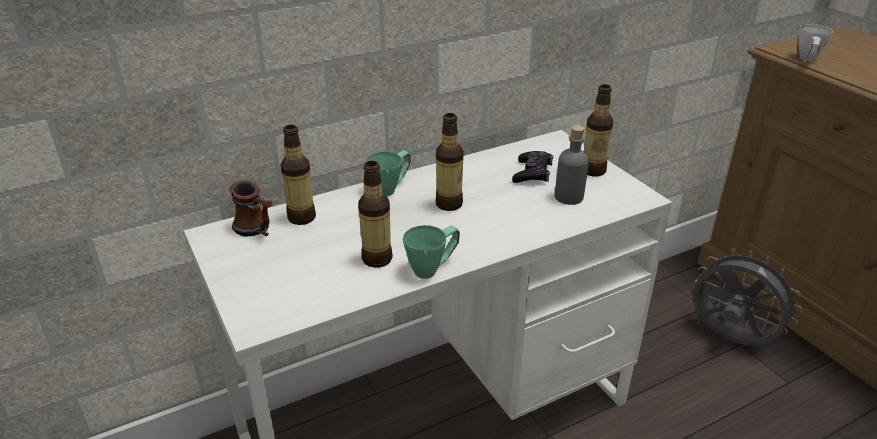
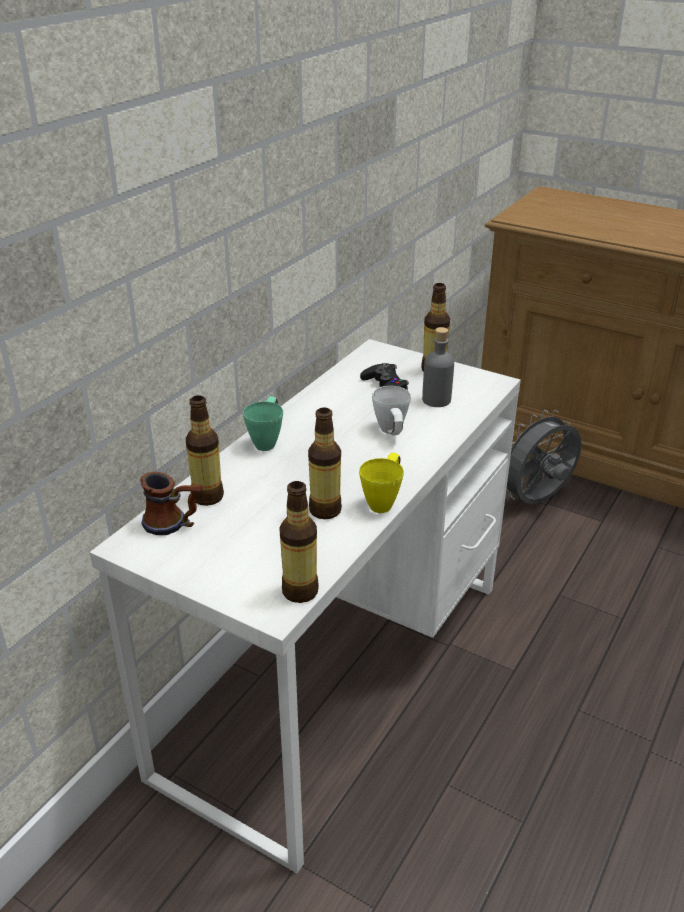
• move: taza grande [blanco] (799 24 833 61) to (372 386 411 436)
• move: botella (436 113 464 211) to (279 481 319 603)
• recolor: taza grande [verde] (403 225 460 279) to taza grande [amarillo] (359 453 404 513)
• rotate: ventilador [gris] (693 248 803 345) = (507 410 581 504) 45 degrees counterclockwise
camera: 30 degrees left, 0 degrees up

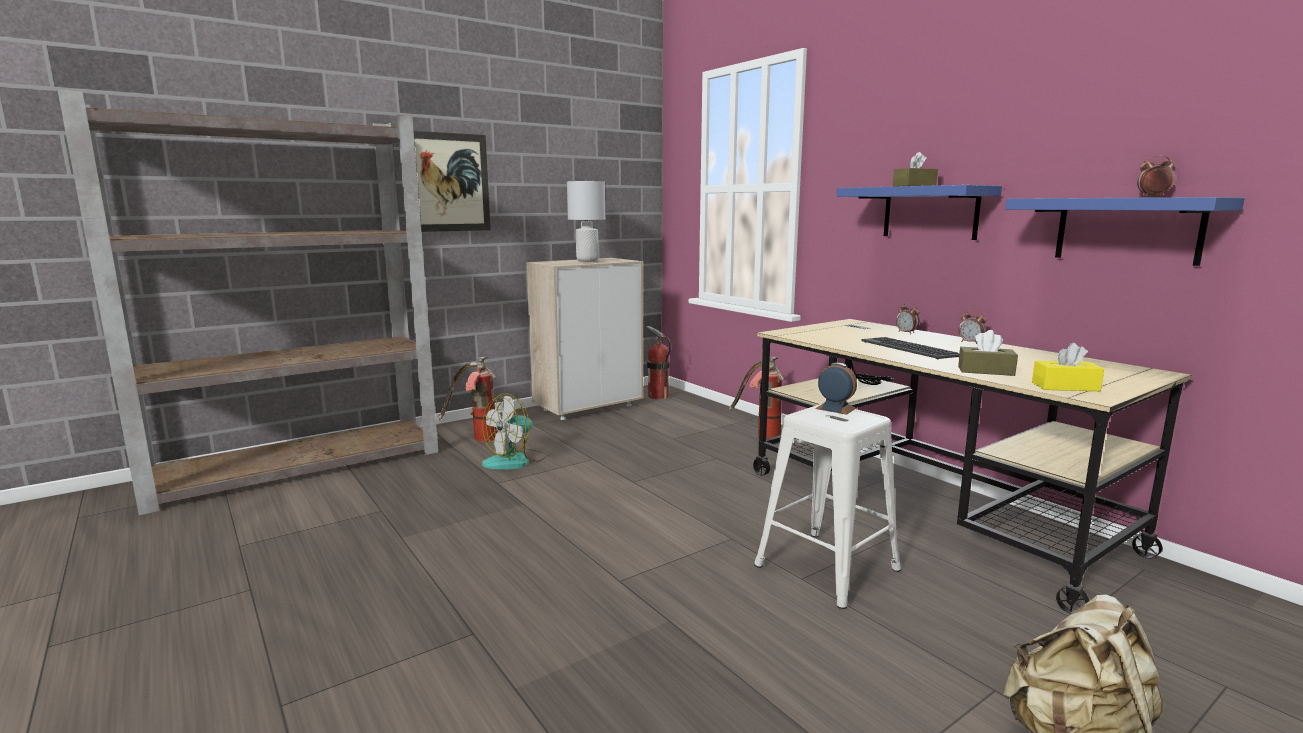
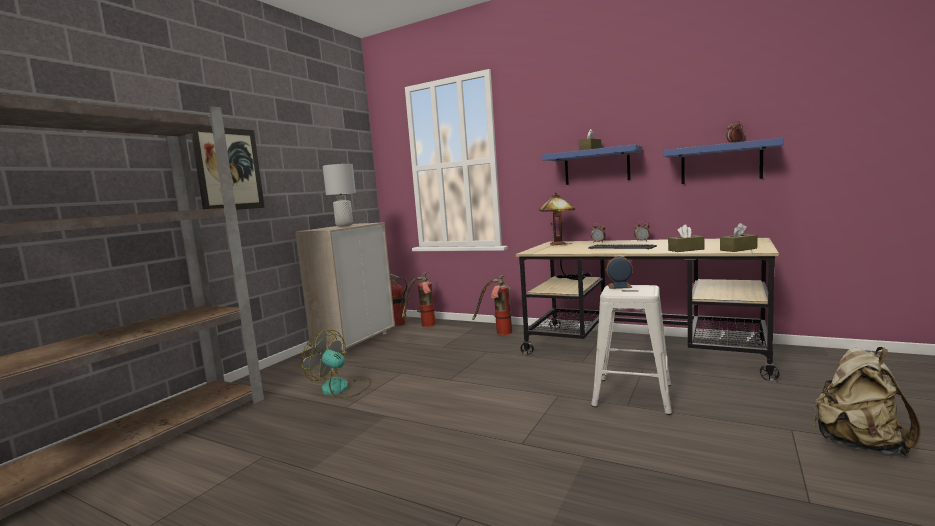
• recolor: caja de pañuelos [amarillo] (1032 343 1104 391) to caja de pañuelos [marrón] (720 223 758 252)
• move: extintor (438 357 497 442) to (402 272 436 327)
• rotate: ventilador (482 393 547 469) = (301 330 371 398) 105 degrees clockwise
• insert: lámpara de mesa (539 193 575 246)
camera: 25 degrees left, 5 degrees down

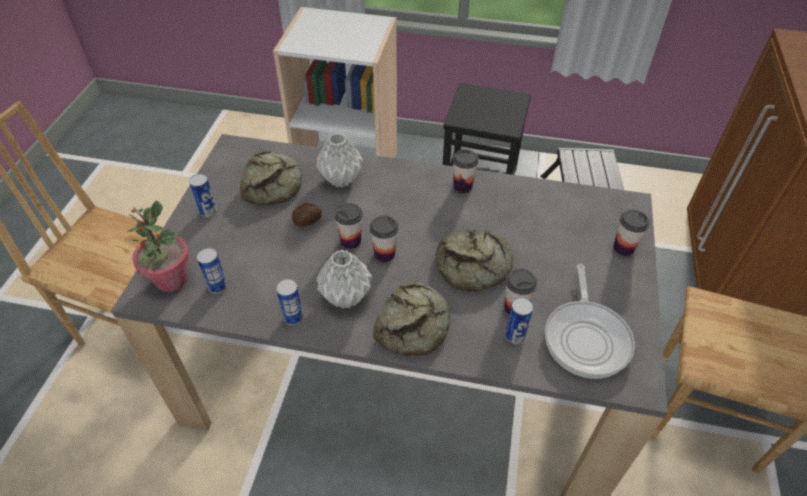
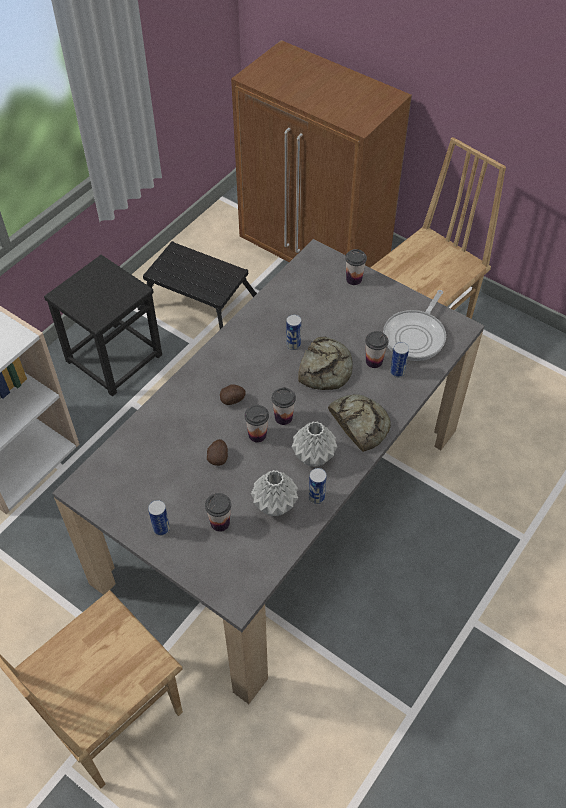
• move: florero [gris] (316 133 363 187) to (251 470 298 516)
• move: taza (453 149 479 193) to (205 493 231 532)
• delete: pan (240 151 302 205)
• delete: planta en maceta (124 201 189 292)
• move: lata (197 248 227 294) to (286 315 301 350)
• rotate: sartén (545 264 635 379) = (383 290 446 361) 90 degrees clockwise
• insert: patata (220 384 246 405)
camera: 65 degrees left, 5 degrees up

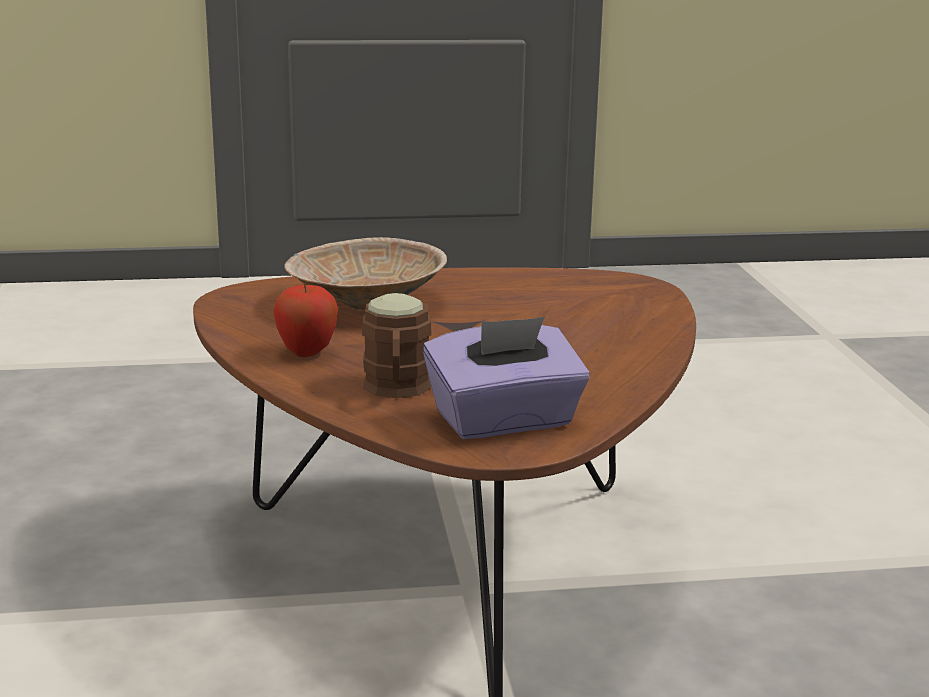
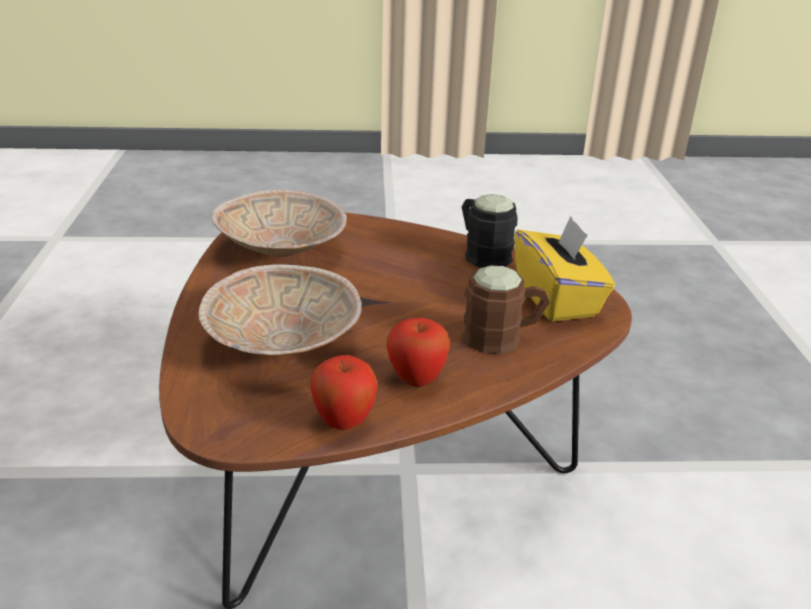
• recolor: caja de pañuelos [morado] (423 317 590 439) to caja de pañuelos [amarillo] (514 216 615 322)
• insert: cuenco [beis] (211 189 347 257)
• insert: taza grande [negro] (462 194 517 268)
• insert: manzana (310 355 377 430)
camera: 85 degrees left, 10 degrees up

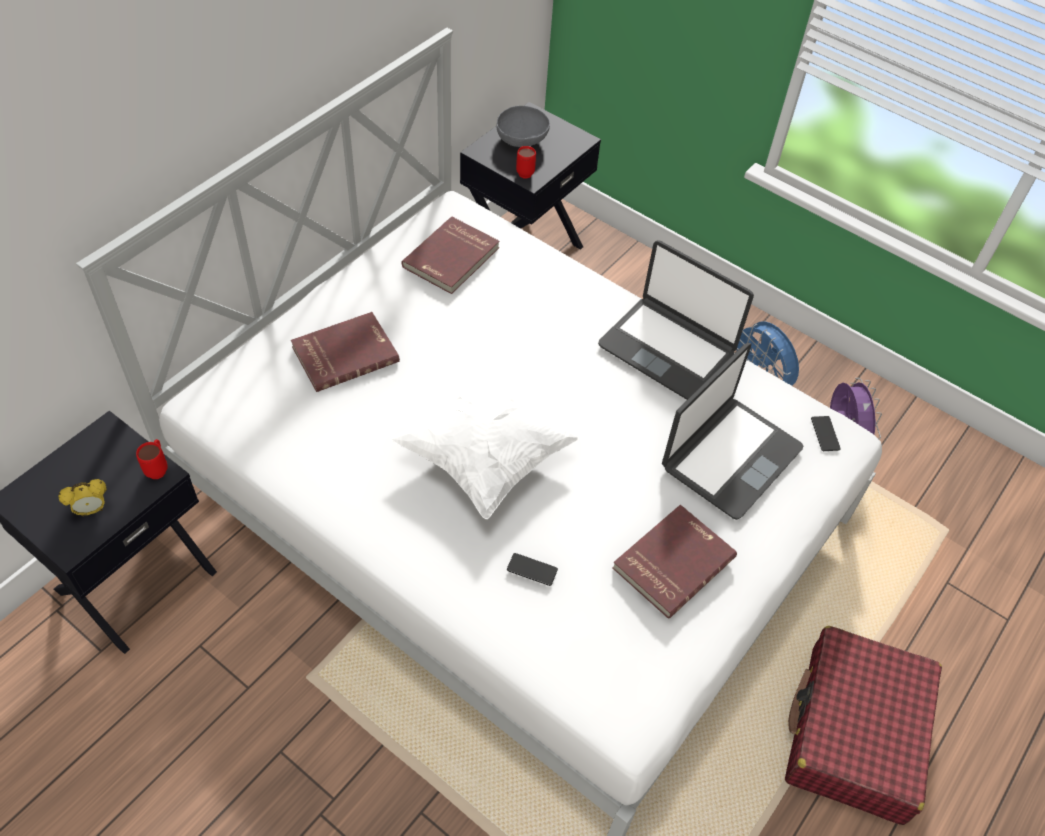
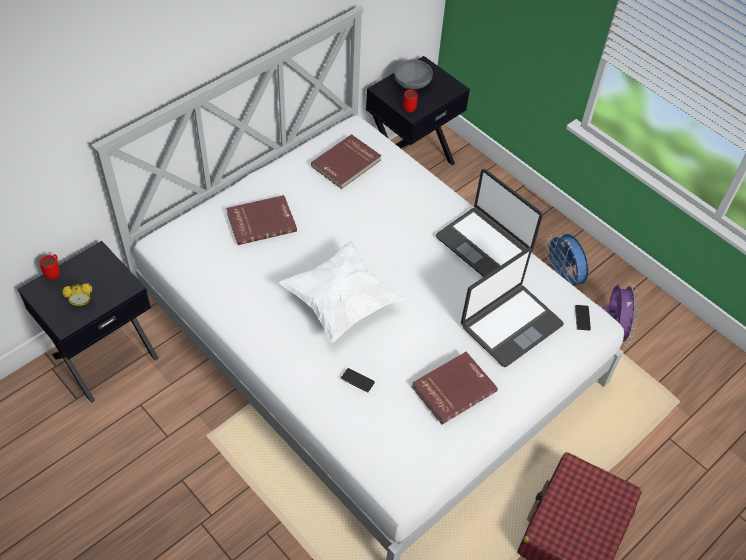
• move: taza grande [rojo] (136 439 168 479) to (40 254 60 280)
camera: 10 degrees right, 0 degrees up

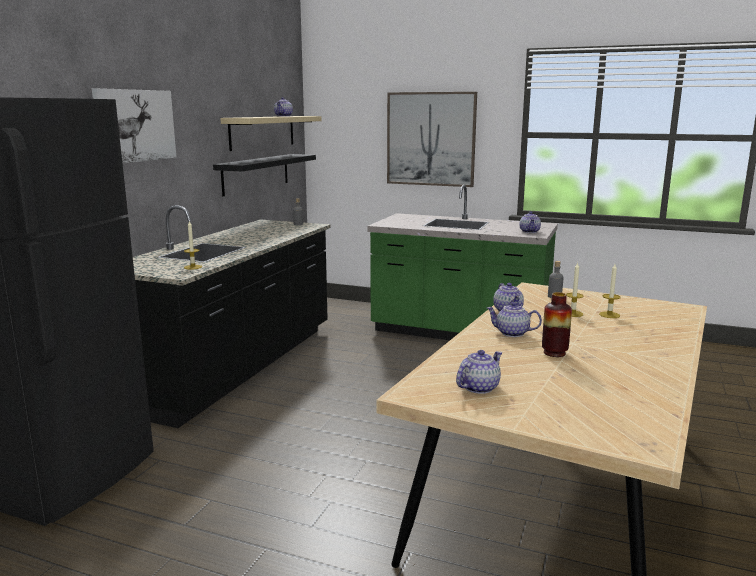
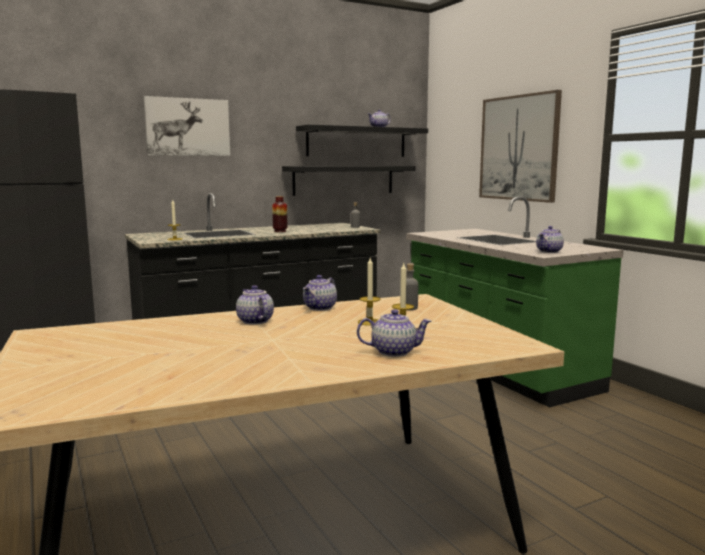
• recolor: estante [beis] (220 116 322 151) to estante [negro] (296 124 428 157)
• move: florero (542 292 572 357) to (272 196 288 232)
• move: tetera (456 350 502 394) to (357 309 432 357)
camera: 40 degrees right, 5 degrees down

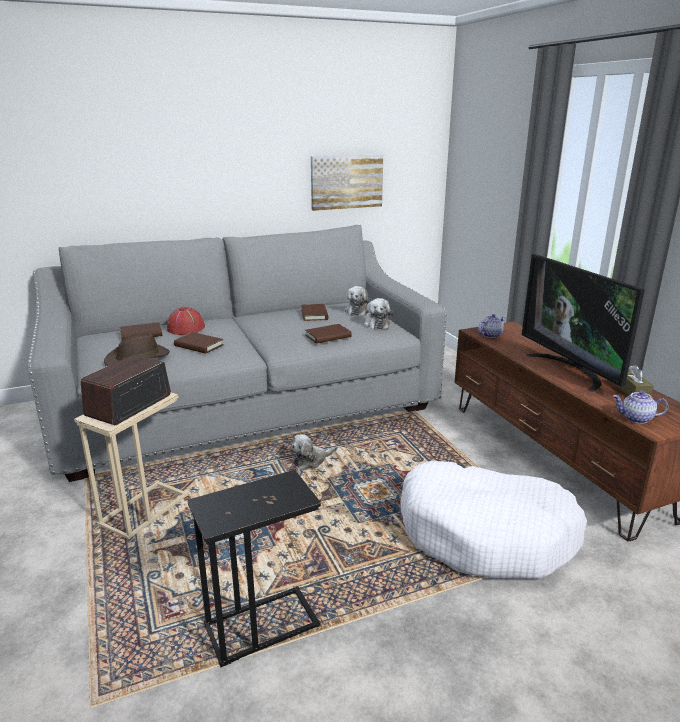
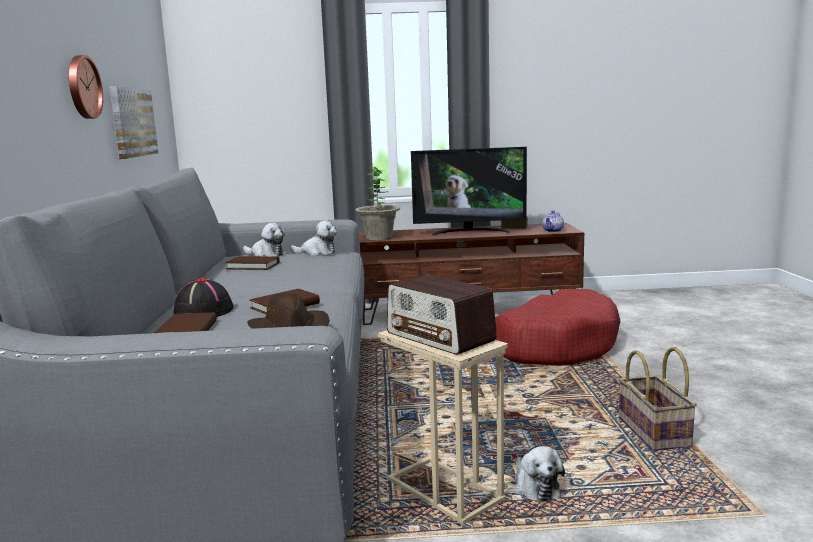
• recolor: sombrero [rojo] (167 307 205 335) to sombrero [negro] (174 278 234 317)
• replace: tetera (478 314 506 338) to planta en maceta (355 167 400 240)
• delete: libro [marrón] (305 324 352 344)
• move: peluche (291 434 335 470) to (515 446 565 502)
• recolor: cama para perro [blanco] (400 461 587 579) to cama para perro [rojo] (495 289 621 366)
• replace: mesa auxiliar [negro] (187 470 321 667) to cesta (619 347 697 451)
• insert: reloj de pared (69 55 103 119)
camera: 70 degrees left, 10 degrees down

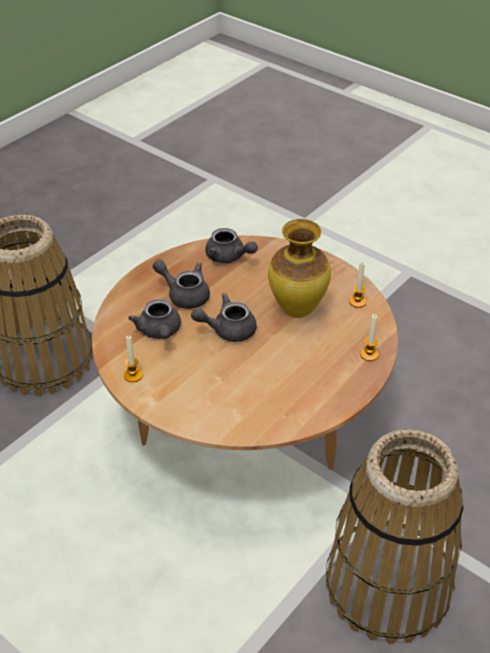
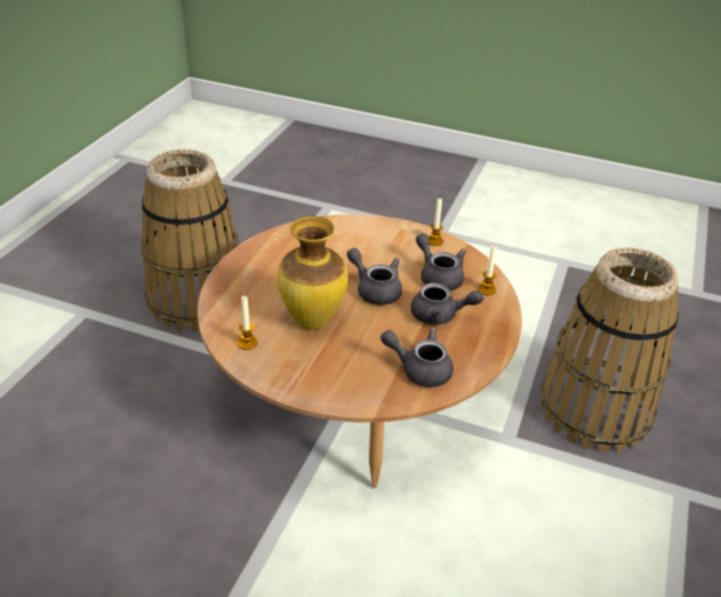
• rotate: tetera [gris] (191 293 257 342) = (347 248 402 305) 105 degrees counterclockwise
• move: vela (360 314 379 361) to (478 246 497 295)
camera: 160 degrees right, 5 degrees down

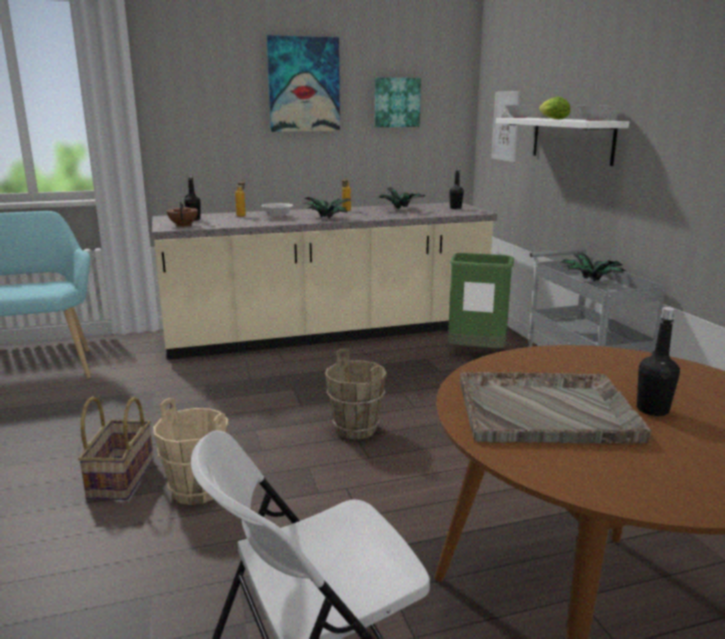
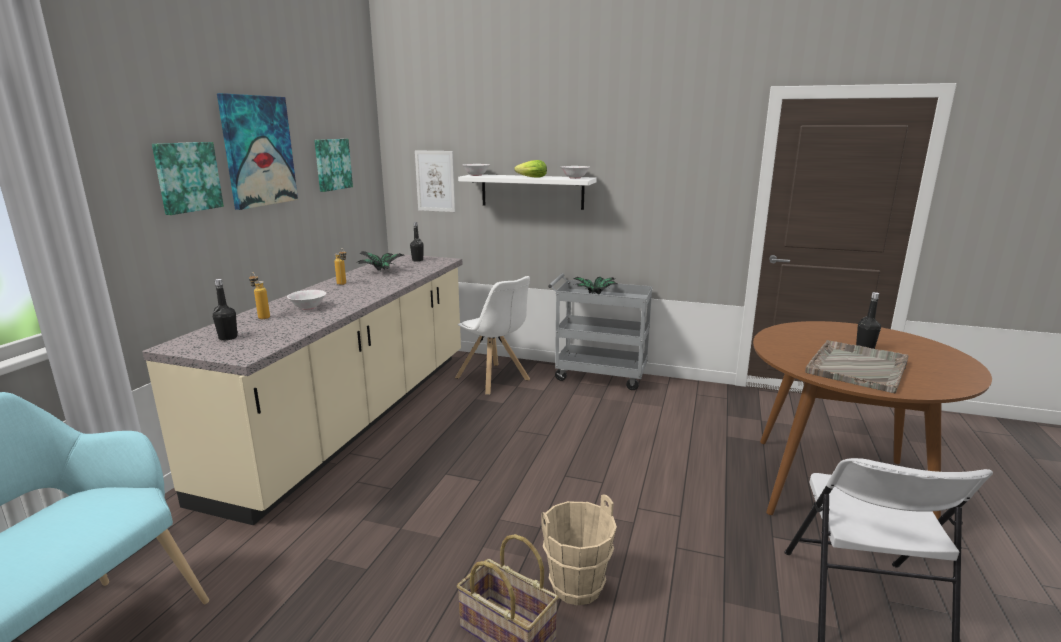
• delete: planta en maceta (303 197 352 219)
• delete: tetera [marrón] (167 202 198 227)
• replace: papelera [verde] (448 253 514 348) to silla [blanco] (455 276 530 395)
• delete: cubo [marrón] (325 348 387 440)
• insert: cuadro (152 142 224 215)
camera: 55 degrees left, 0 degrees up

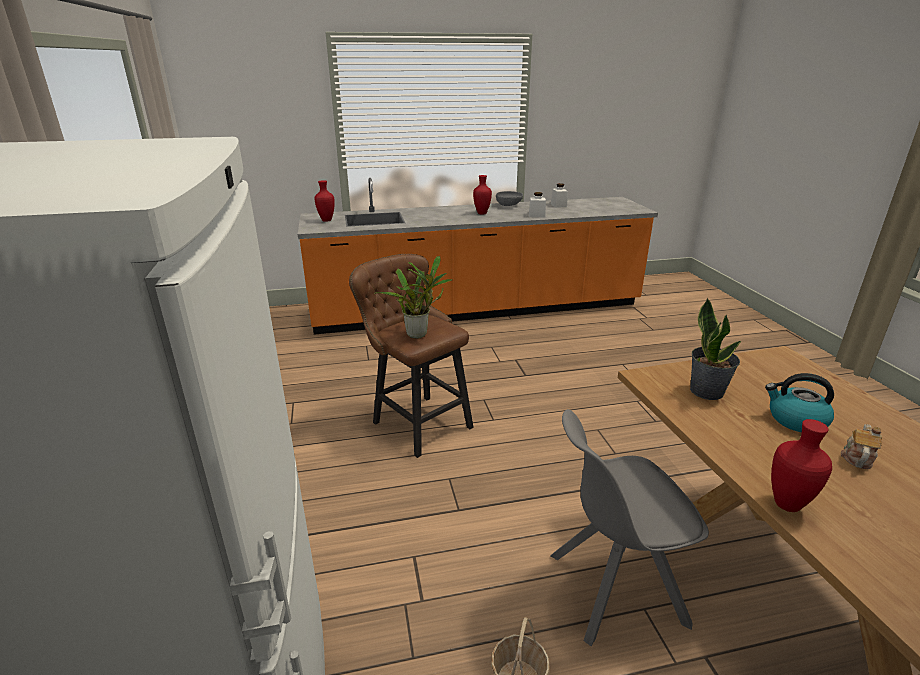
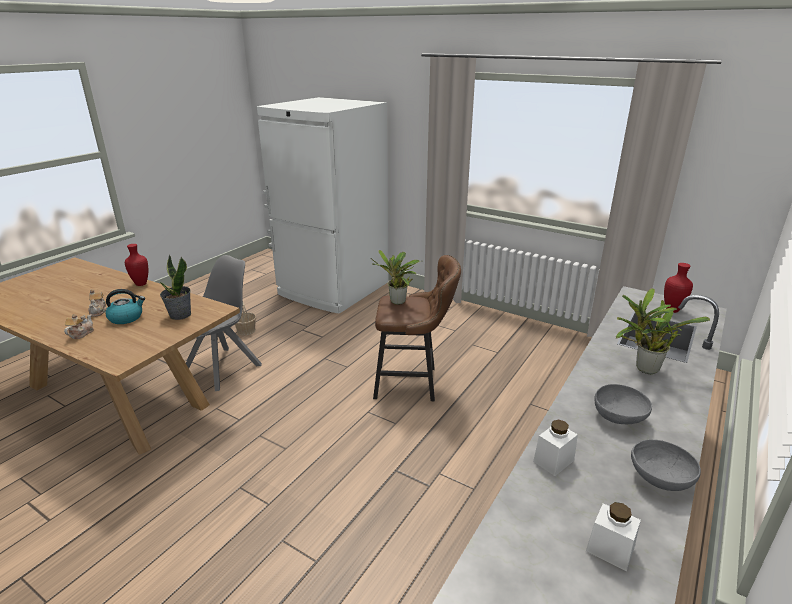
• replace: florero [rojo] (473 175 492 215) to cuenco [gris] (594 384 652 424)
• insert: planta en maceta (616 288 710 374)
• insert: tetera (64 314 94 339)
camera: 135 degrees right, 0 degrees up

